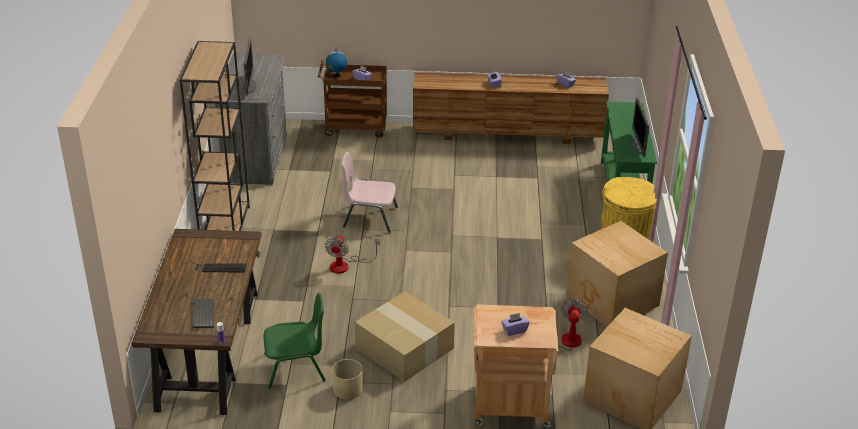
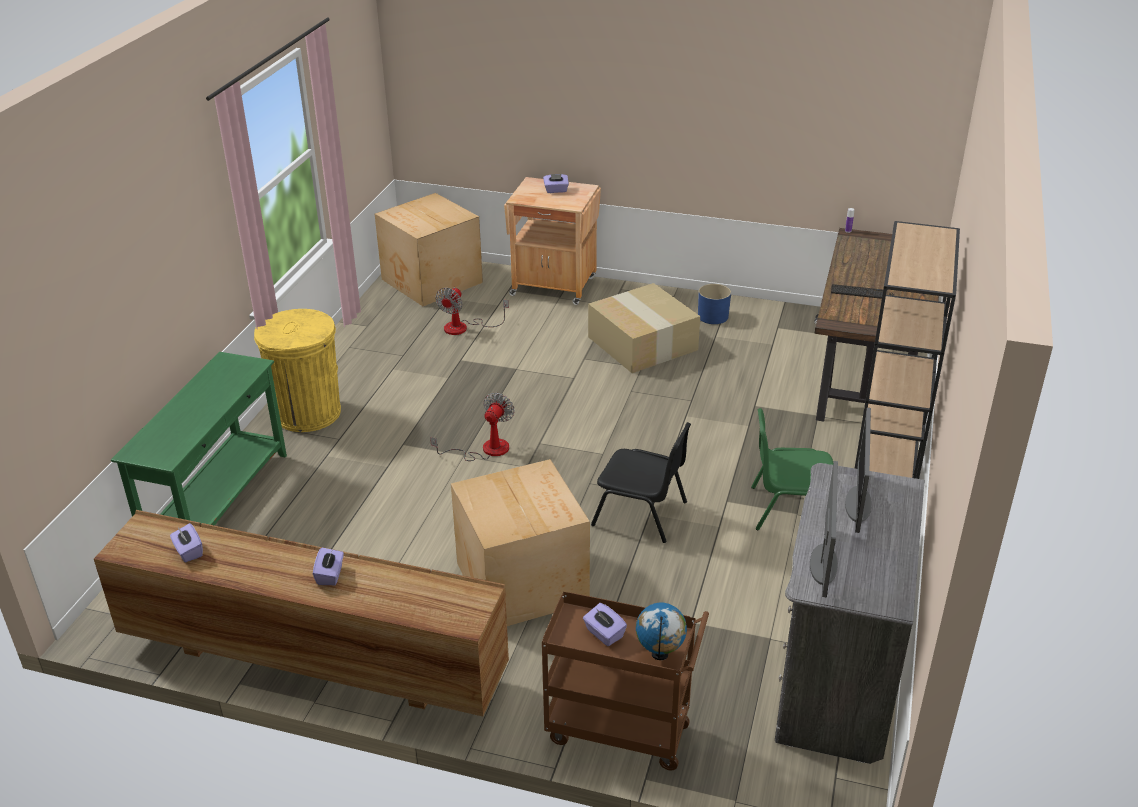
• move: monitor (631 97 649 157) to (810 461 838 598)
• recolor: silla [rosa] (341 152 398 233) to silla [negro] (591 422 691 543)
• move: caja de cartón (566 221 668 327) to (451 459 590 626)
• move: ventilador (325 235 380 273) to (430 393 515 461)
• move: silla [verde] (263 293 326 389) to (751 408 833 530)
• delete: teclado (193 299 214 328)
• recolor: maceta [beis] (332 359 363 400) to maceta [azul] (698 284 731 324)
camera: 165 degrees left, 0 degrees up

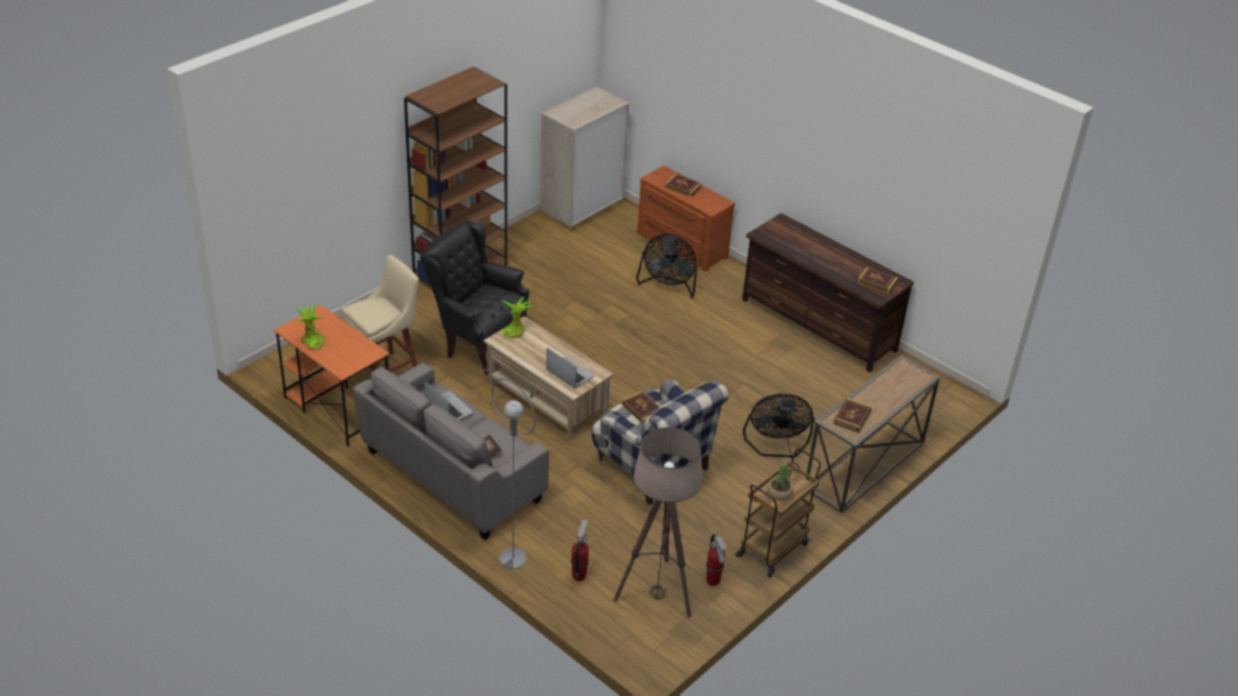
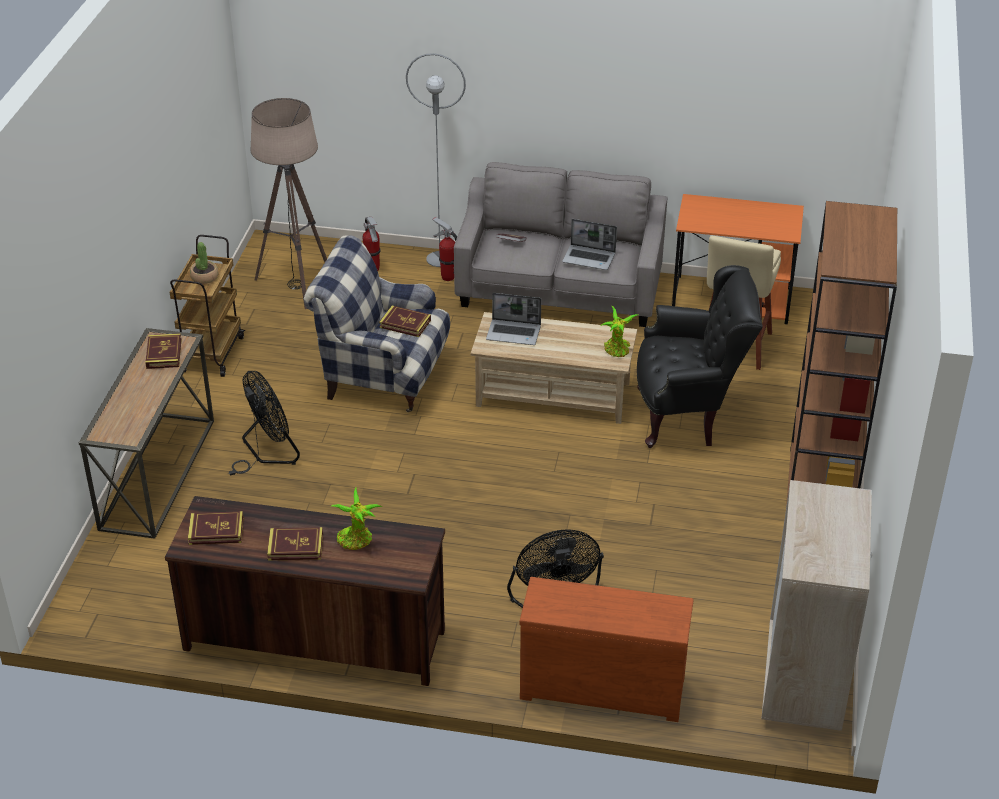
• move: libro (665 174 702 197) to (267 527 323 560)
• move: planta en maceta (296 304 325 349) to (332 487 382 550)
• rotate: ventilador [negro] (743 393 815 474) = (229 371 300 475) 90 degrees counterclockwise
• move: extintor (706 534 727 586) to (432 217 457 281)
camera: 150 degrees right, 0 degrees up

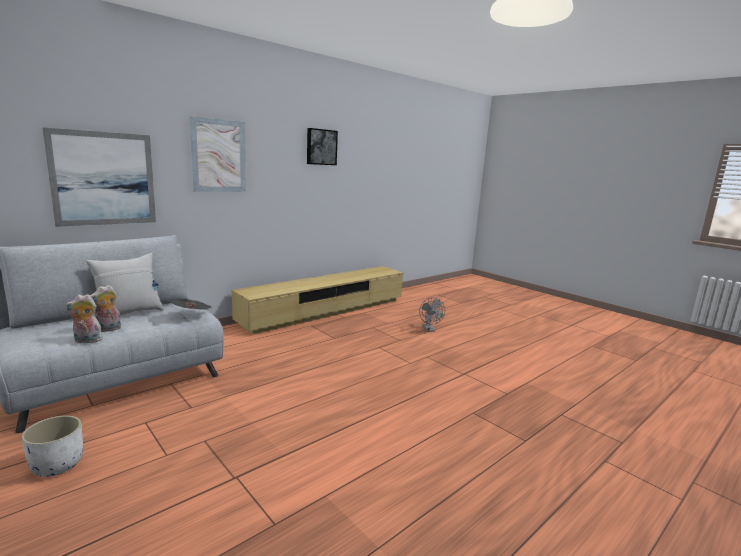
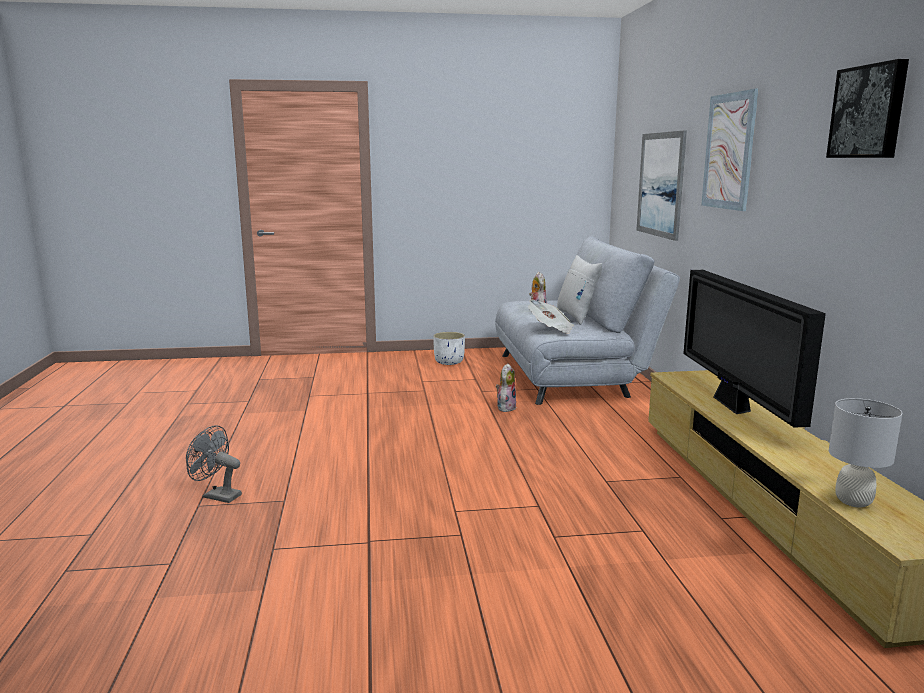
• move: peluche (65 294 103 343) to (496 363 516 412)
• move: ventilador [gris] (419 298 445 332) to (186 425 242 503)
• insert: televisor (683 270 826 428)
• insert: lámpara de mesa [gris] (829 398 902 508)
camera: 125 degrees right, 0 degrees up

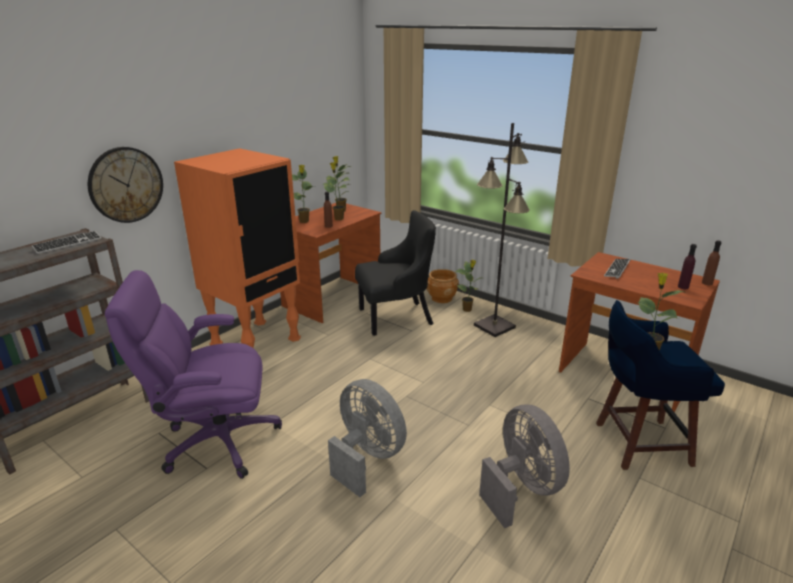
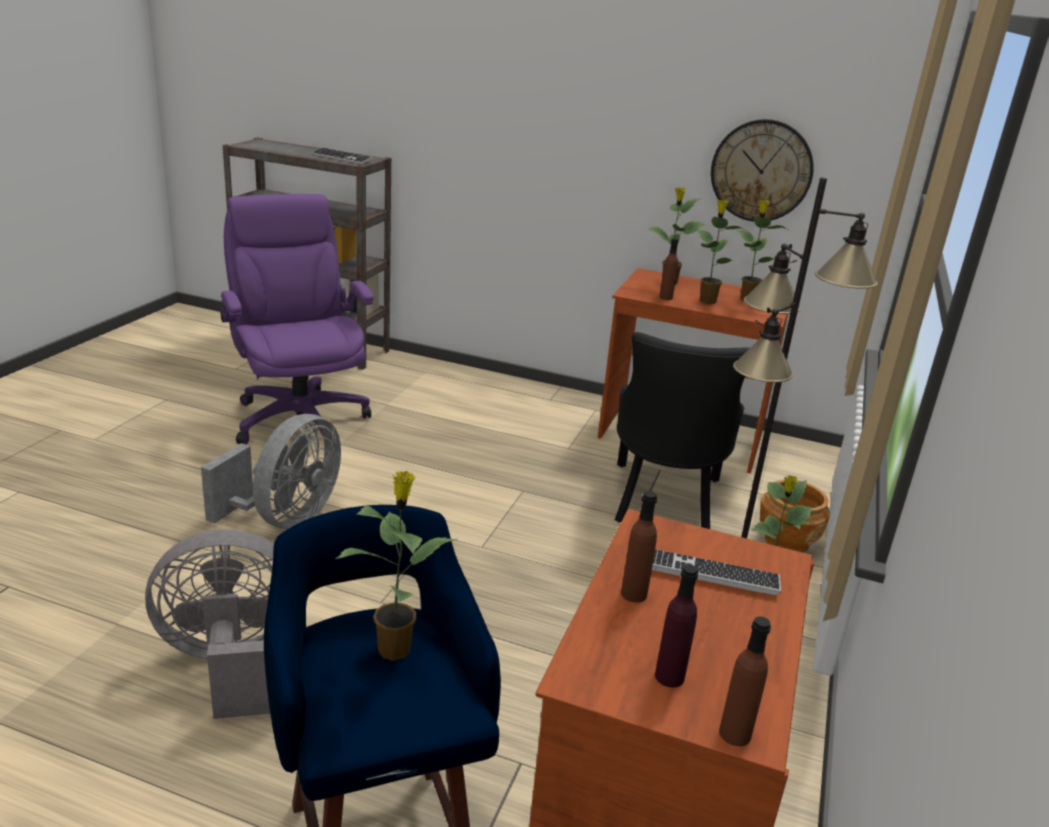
• move: reloj de pared (88 147 163 223) to (711 119 814 222)
• delete: armario [naranja] (174 148 301 348)
• rotate: silla [negro] (355 210 436 336) = (615 332 750 529) 45 degrees clockwise
• rotate: ventilador [gris] (479 405 570 528) = (145 529 274 719) 150 degrees counterclockwise
• insert: botella [marrón] (621 491 657 603)
camera: 70 degrees right, 0 degrees up

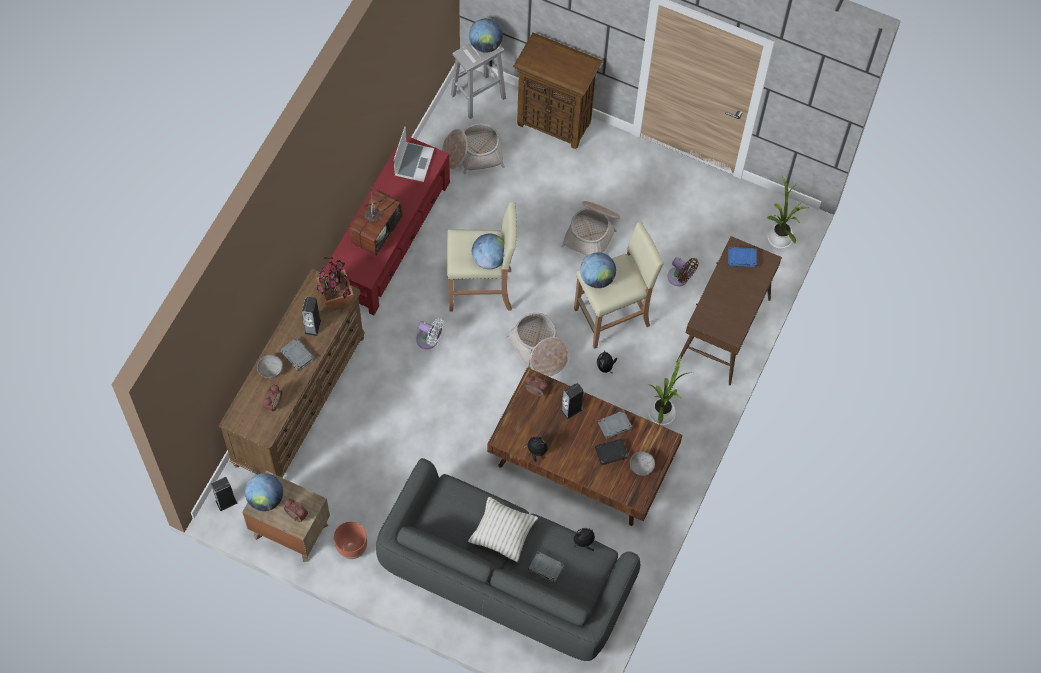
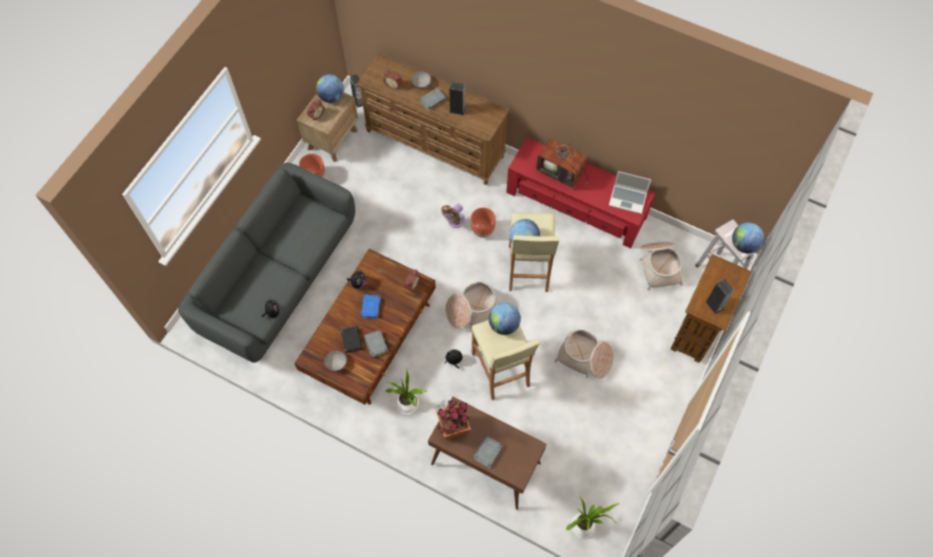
• move: libro [azul] (728 247 756 268) to (360 294 381 319)
• move: planta en maceta (316 257 354 312) to (436 400 471 440)
• move: ventilador [marrón] (668 257 699 286) to (441 204 465 228)
• replace: ventilador [blanco] (416 318 444 349) to maceta [marrón] (471 208 496 238)
• move: altavoz (560 382 584 420) to (705 279 734 315)
• delete: cojín (468 497 538 562)
• move: libro [gris] (528 551 564 583) to (473 436 502 468)
camera: 95 degrees right, 0 degrees up

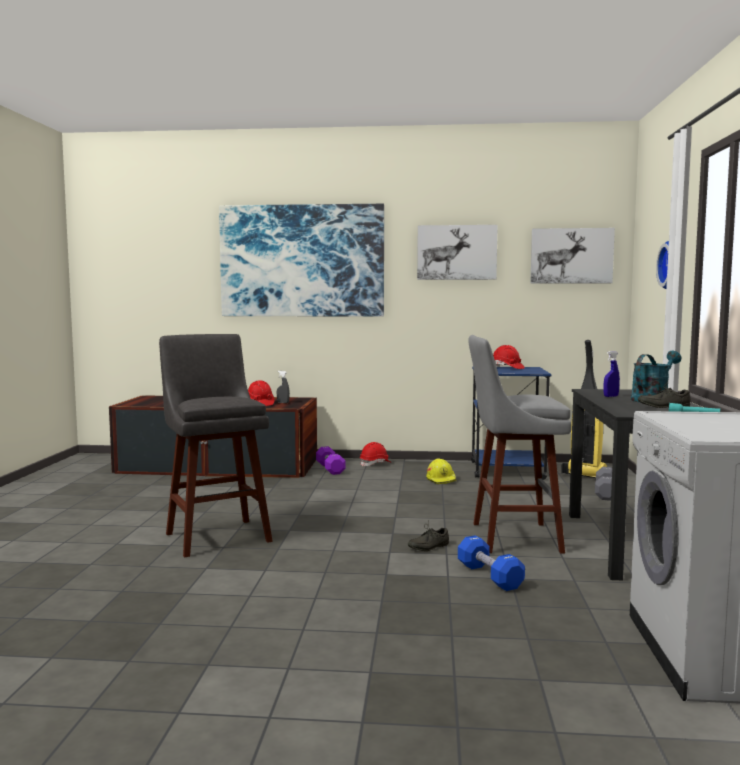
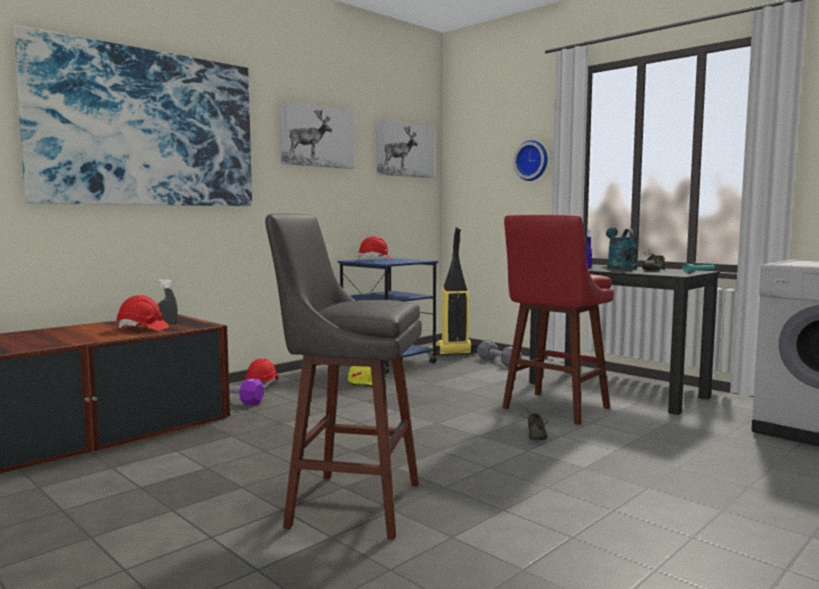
• recolor: taburete [gris] (468 335 572 553) to taburete [rojo] (502 215 614 425)
• delete: mancuerna [azul] (458 535 525 591)
camera: 50 degrees left, 0 degrees up

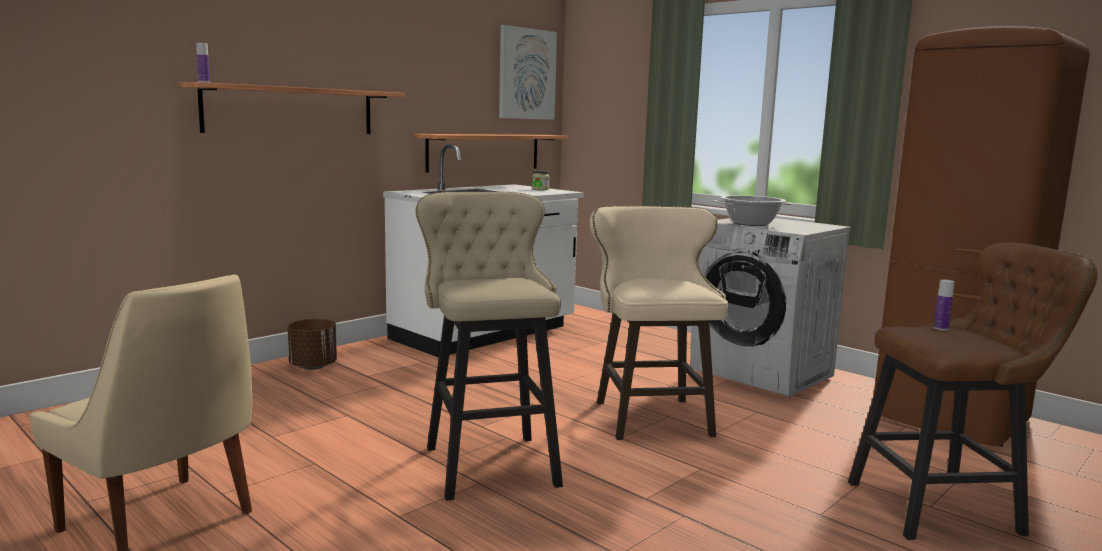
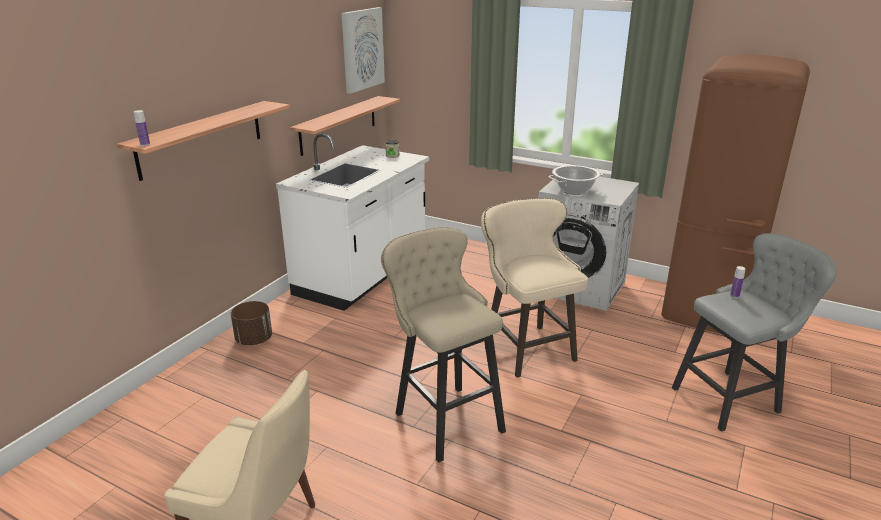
• recolor: taburete [marrón] (848 242 1098 540) to taburete [gris] (672 233 837 432)
camera: 15 degrees left, 15 degrees up

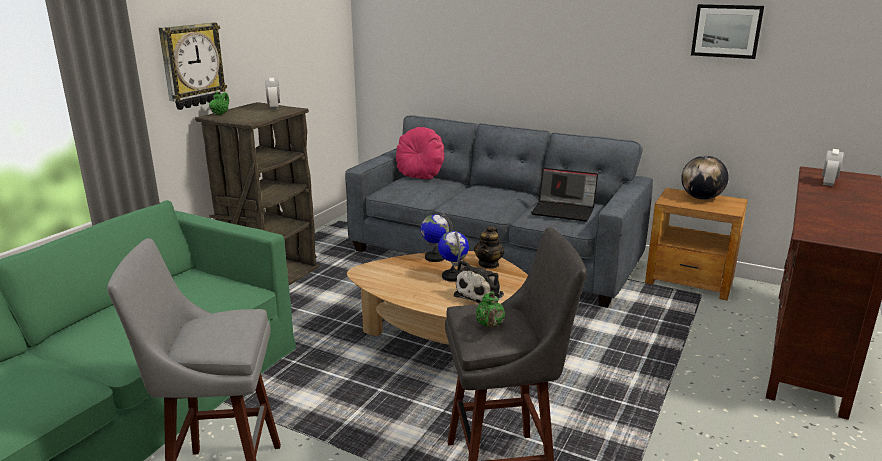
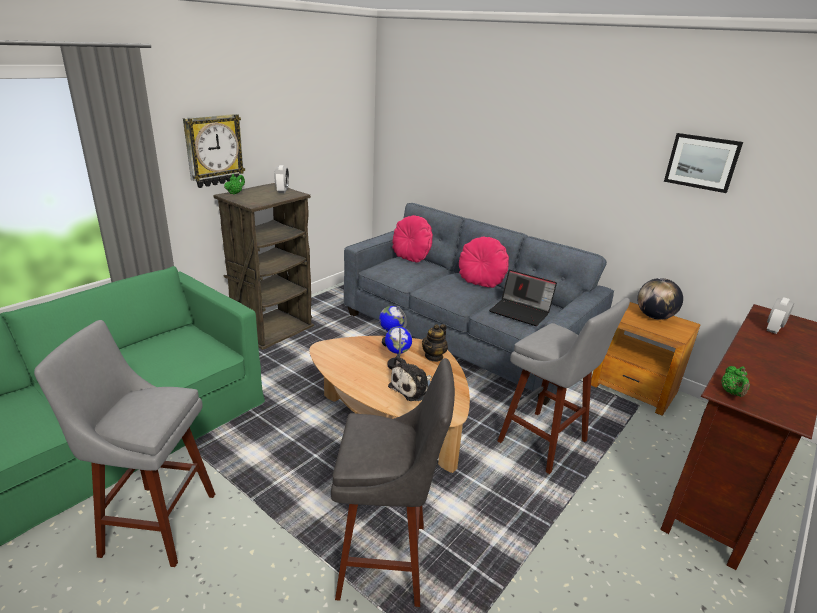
• move: tetera [verde] (476 292 505 328) to (721 366 750 397)
• insert: cojín [rosa] (459 237 509 288)
• insert: taburete [gris] (498 298 630 474)
camera: 10 degrees right, 5 degrees up

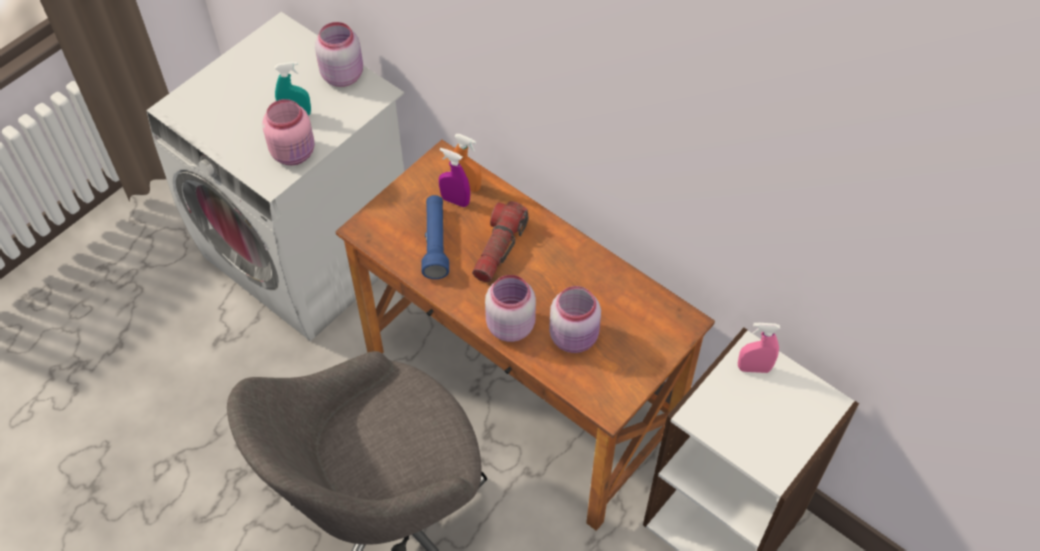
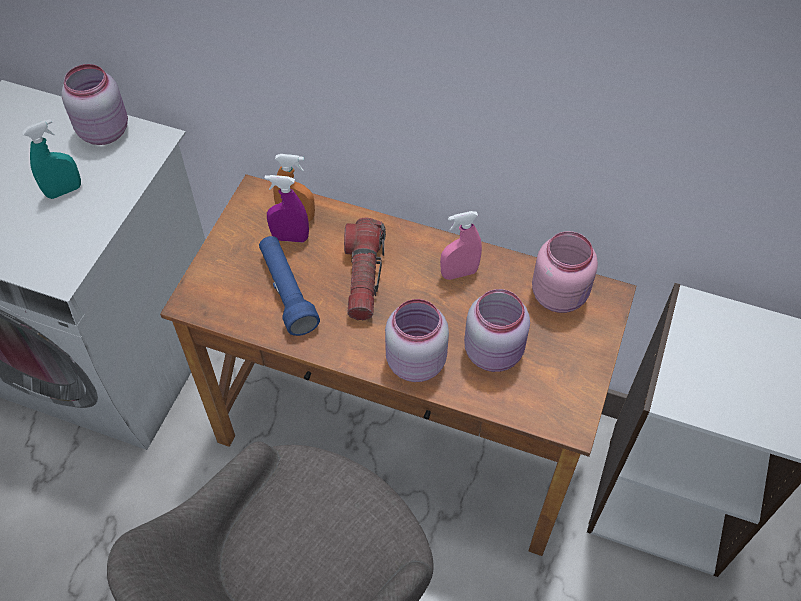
• move: tarro [rosa] (262 99 315 165) to (532 231 598 313)
• move: pulverizador [rosa] (738 323 780 373) to (440 211 482 280)
camera: 20 degrees left, 0 degrees up

